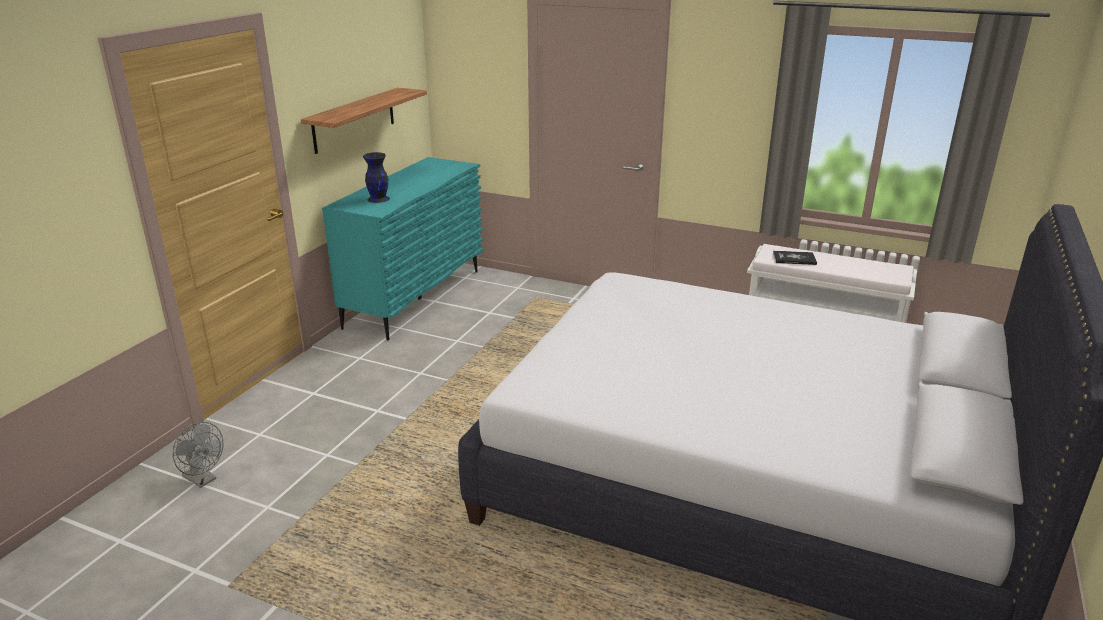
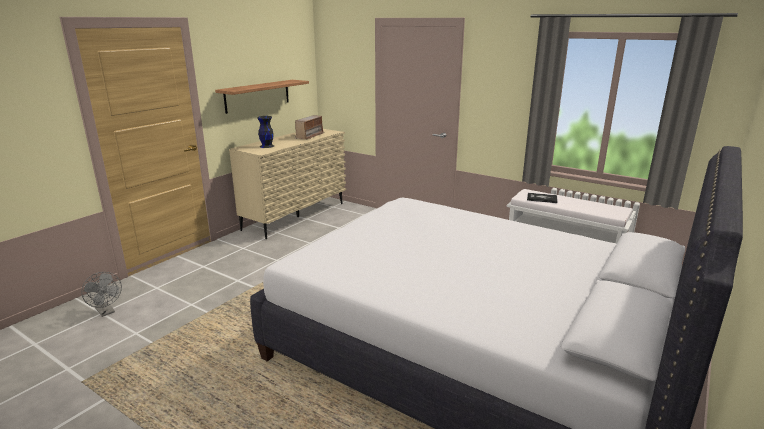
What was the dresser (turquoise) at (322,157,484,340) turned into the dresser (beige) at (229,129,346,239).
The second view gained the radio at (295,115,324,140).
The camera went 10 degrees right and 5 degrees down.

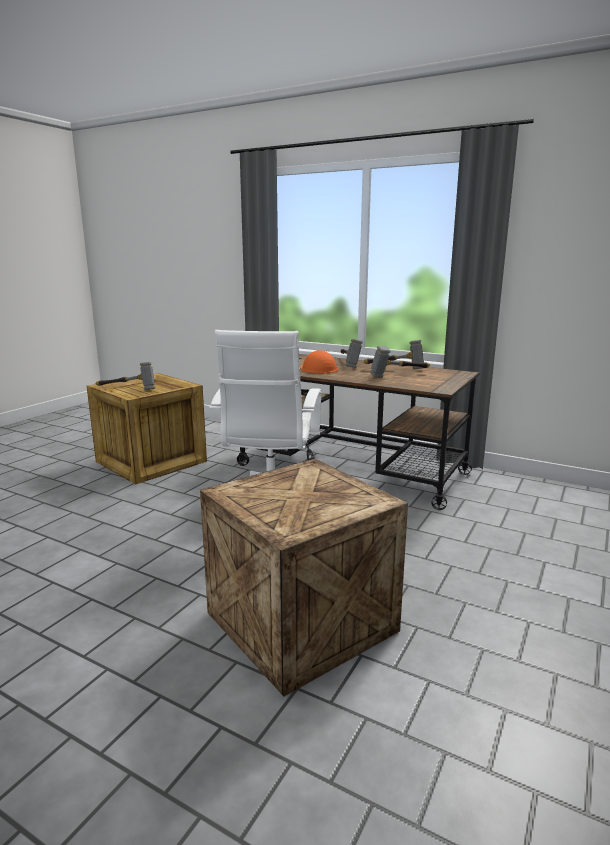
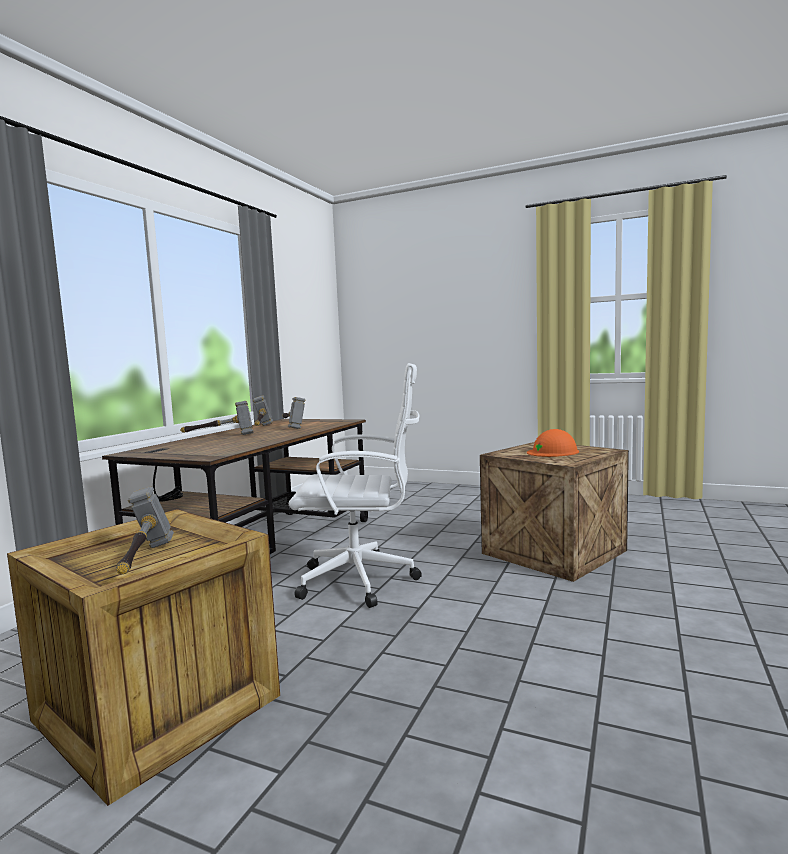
The hard hat (orange) ended up elsewhere, having gone from (300,350,338,374) to (527,429,579,457).
The camera went 95 degrees left and 10 degrees down.

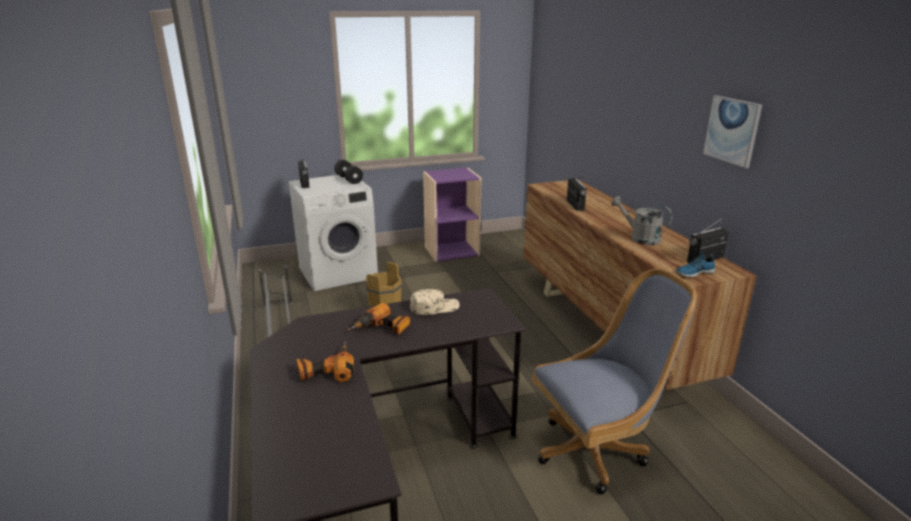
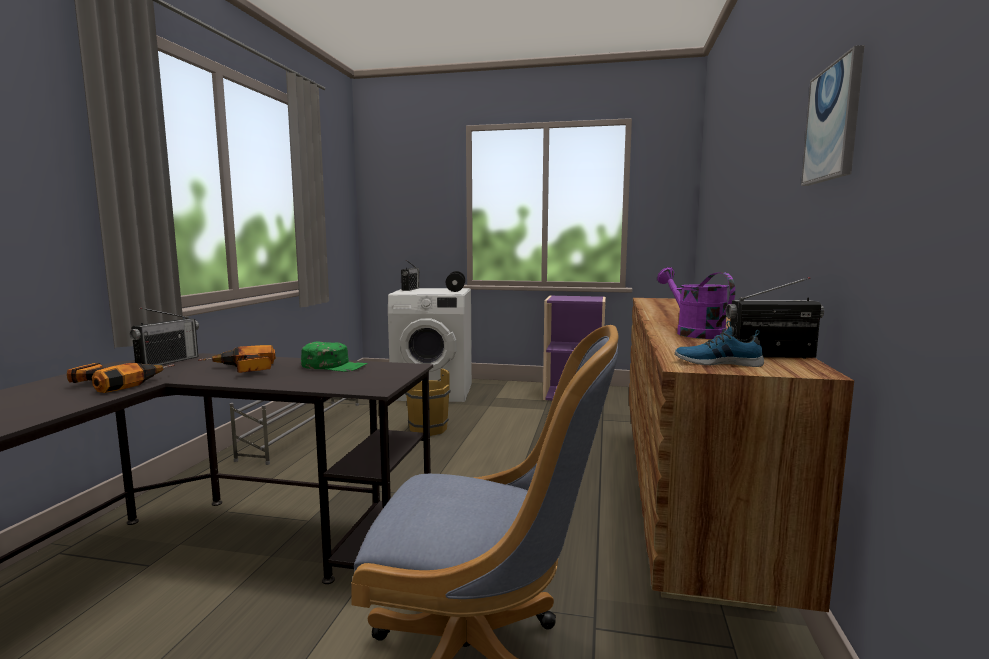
What was the cap (beige) at (410,289,460,315) turned into the cap (green) at (301,342,368,372).
The radio ended up elsewhere, having gone from (567,177,587,211) to (129,308,199,365).
What was the watering can (grey) at (611,196,672,245) turned into the watering can (purple) at (657,267,735,339).
The camera went 30 degrees right and 15 degrees down.

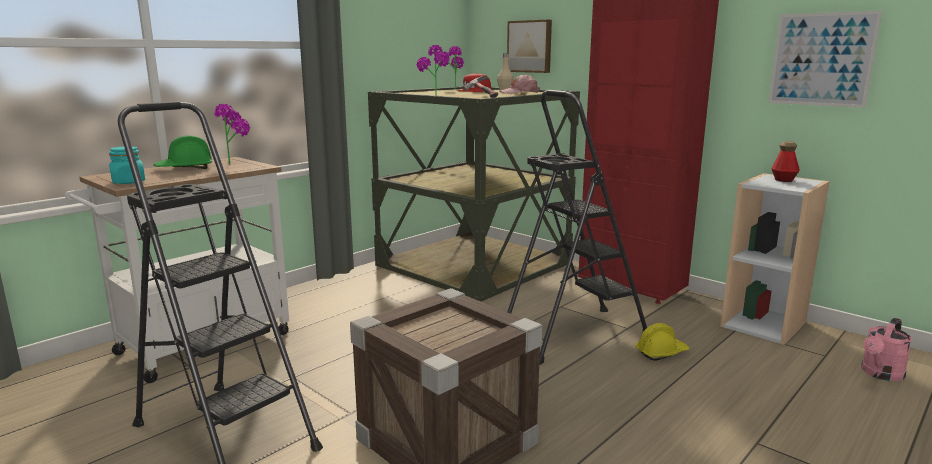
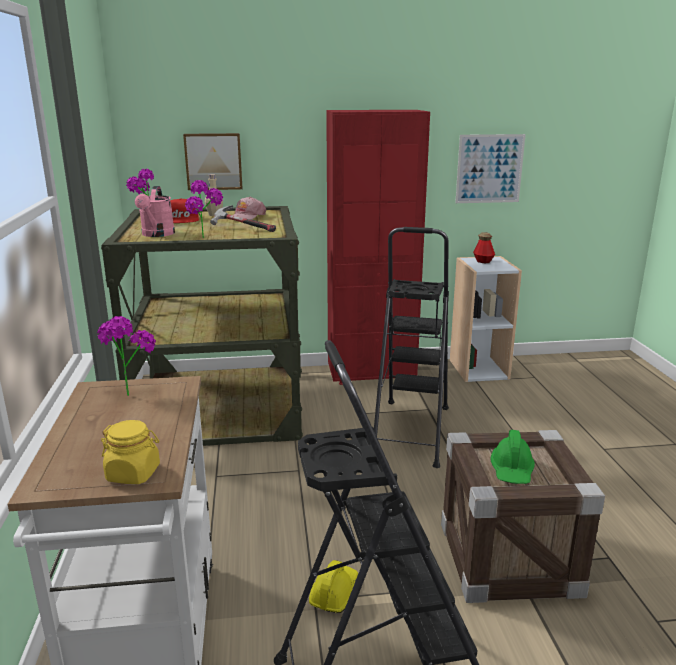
What was the jar (turquoise) at (109,146,145,184) turned into the jar (yellow) at (101,420,160,484).
The hard hat (green) ended up elsewhere, having gone from (154,136,212,169) to (490,430,535,484).
The hard hat (yellow) ended up elsewhere, having gone from (635,323,689,361) to (309,560,358,613).
The watering can (pink) ended up elsewhere, having gone from (861,318,912,381) to (135,186,175,237).
The camera went 50 degrees left and 5 degrees up.

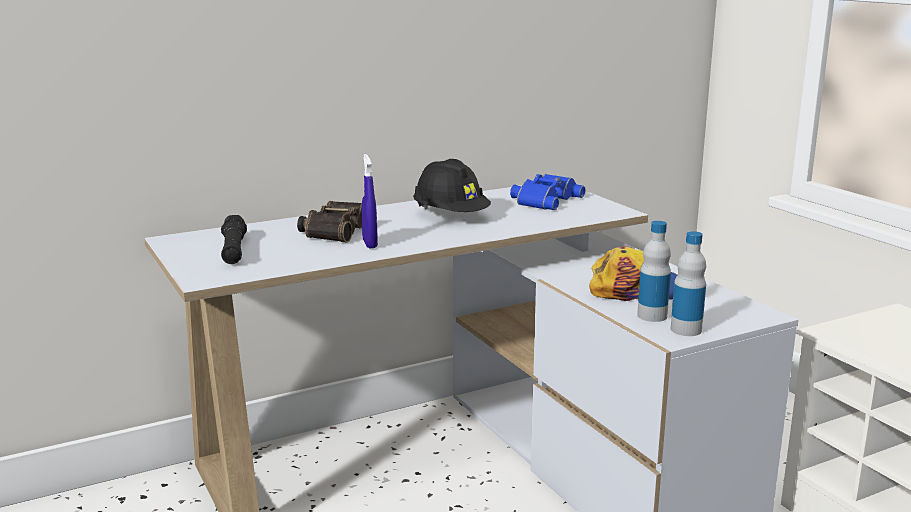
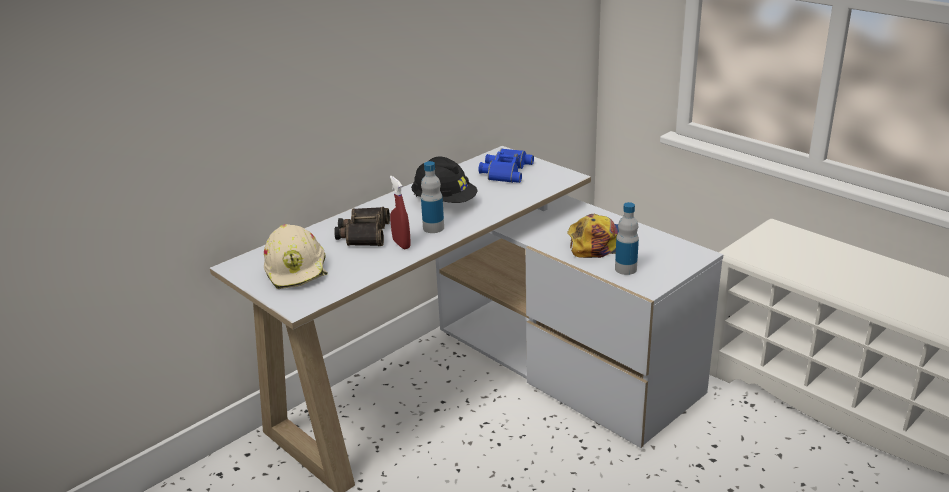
Where the flashlight (black) stood at (221,215,247,264), the hard hat (beige) came to stand at (264,224,328,289).
What was the spray bottle (blue) at (362,154,378,248) turned into the spray bottle (red) at (390,176,411,249).
The bottle ended up elsewhere, having gone from (671,231,706,336) to (421,161,444,233).
The camera went 15 degrees left and 10 degrees up.

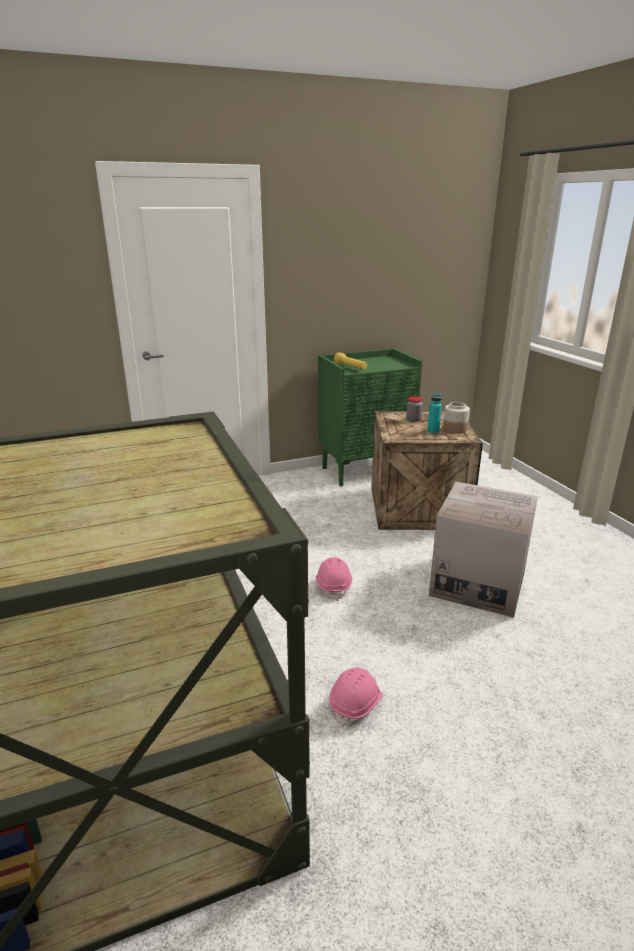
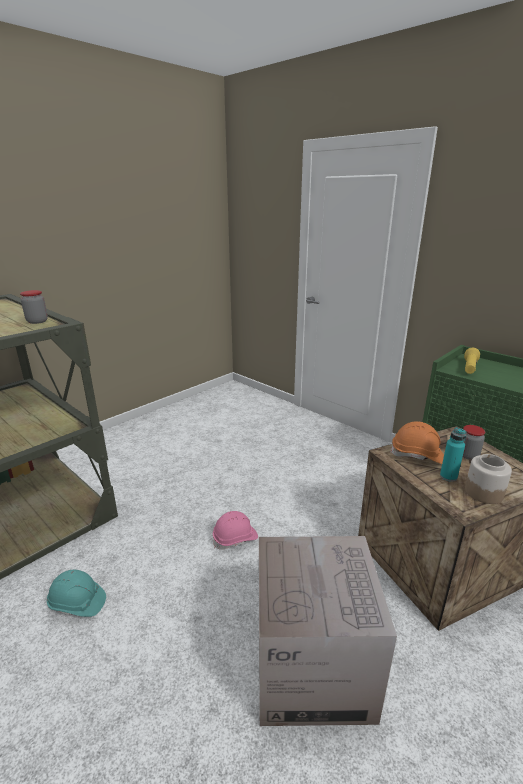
What was the hard hat (pink) at (329,668,382,727) turned into the hard hat (turquoise) at (47,570,106,617).
The second view gained the jar at (20,290,48,324).
The second view gained the hard hat (orange) at (390,421,444,464).
The camera went 65 degrees right and 0 degrees up.

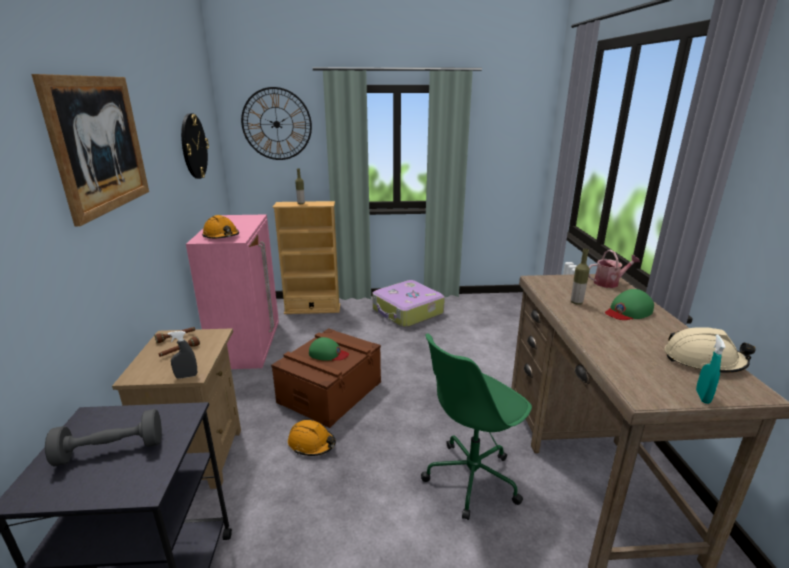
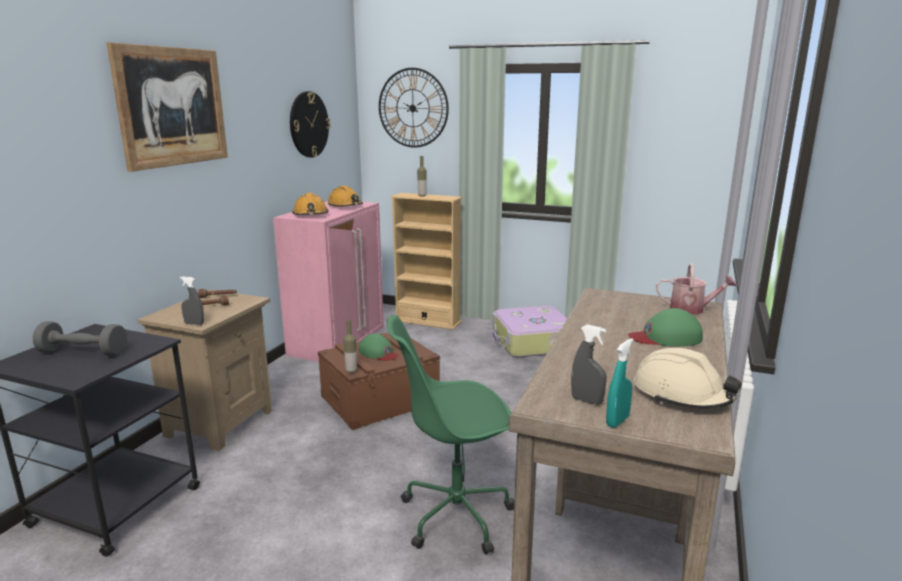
The hard hat (orange) ended up elsewhere, having gone from (288,420,336,456) to (328,186,363,207).
The bottle ended up elsewhere, having gone from (571,249,590,305) to (343,320,357,373).
The second view gained the spray bottle (grey) at (571,324,606,405).
The camera went 25 degrees right and 5 degrees down.

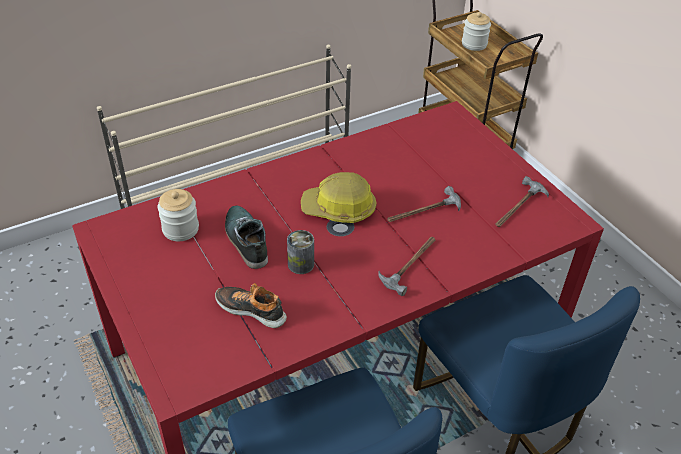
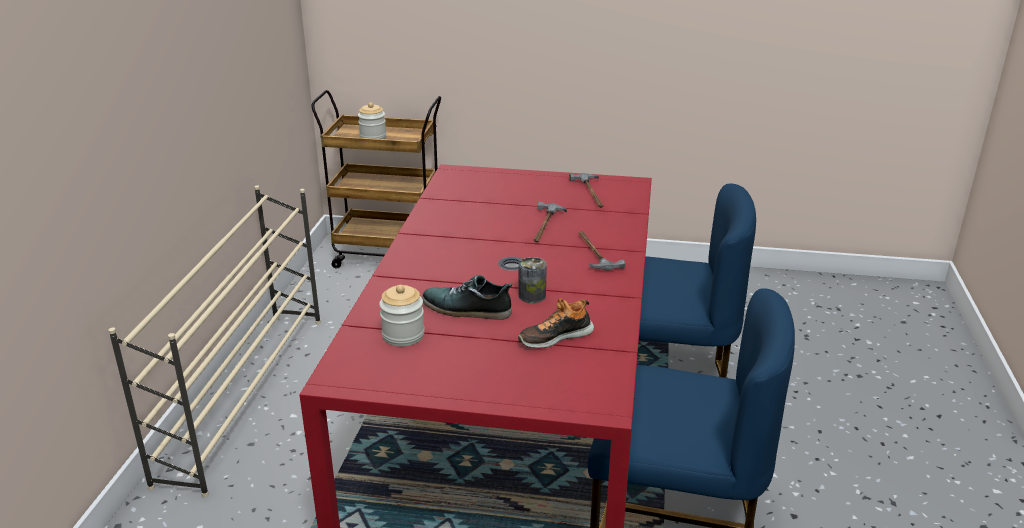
The second view lost the hard hat at (301,172,377,223).
The camera went 50 degrees left and 15 degrees down.

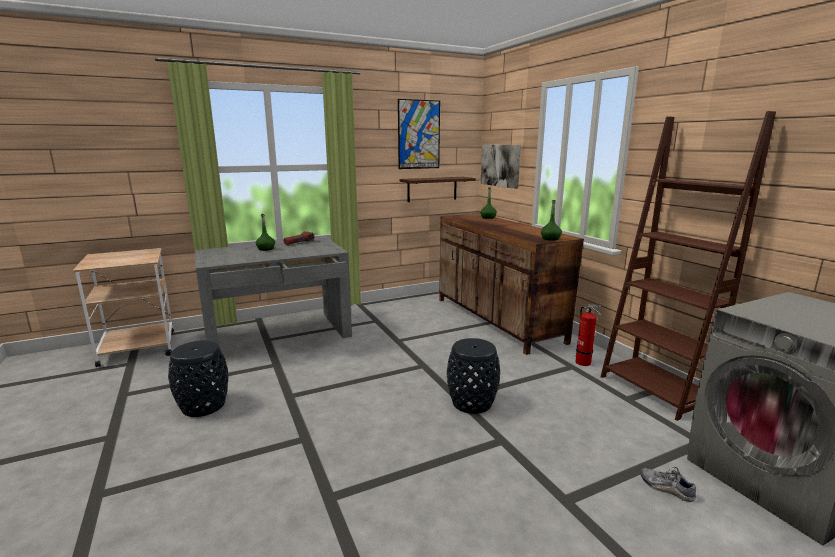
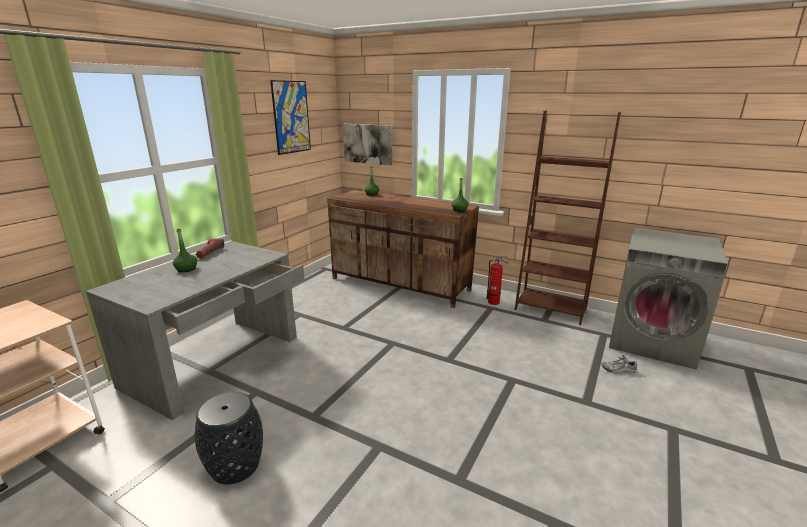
The second view lost the shelf at (399,177,476,202).
The second view lost the stool (black) at (447,338,500,414).
The camera went 35 degrees left and 5 degrees up.

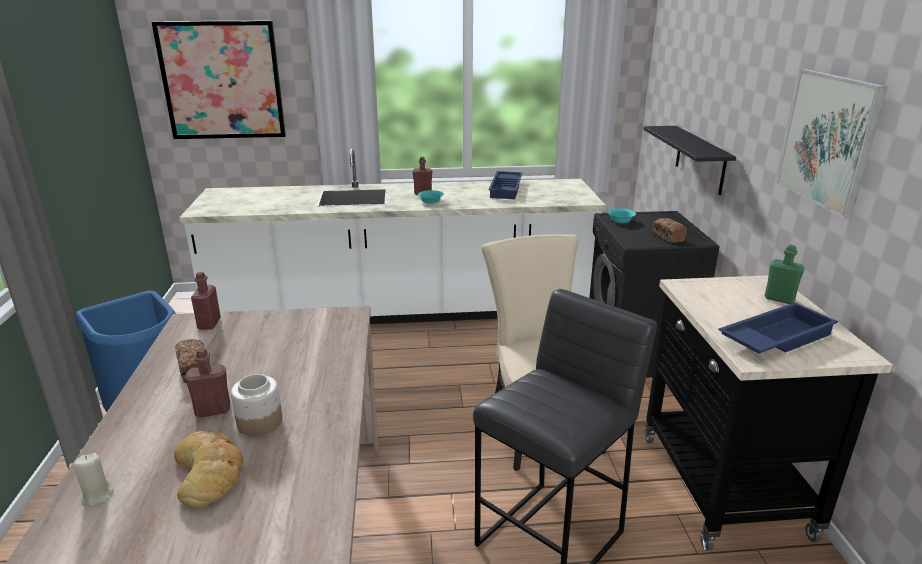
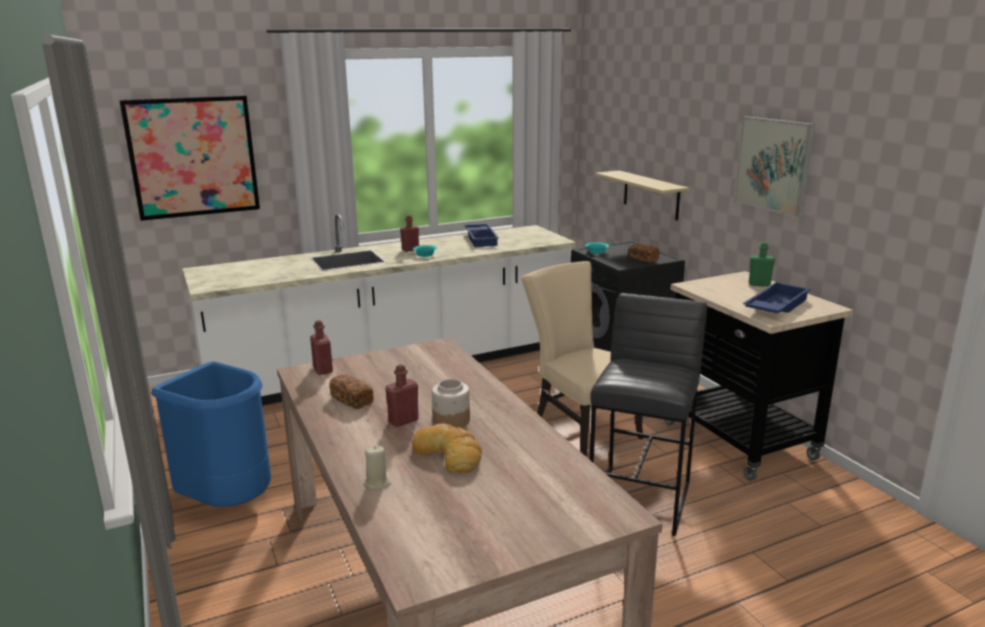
What was the shelf (black) at (643,126,736,195) turned into the shelf (beige) at (595,170,689,221).
The camera went 20 degrees left and 5 degrees down.

